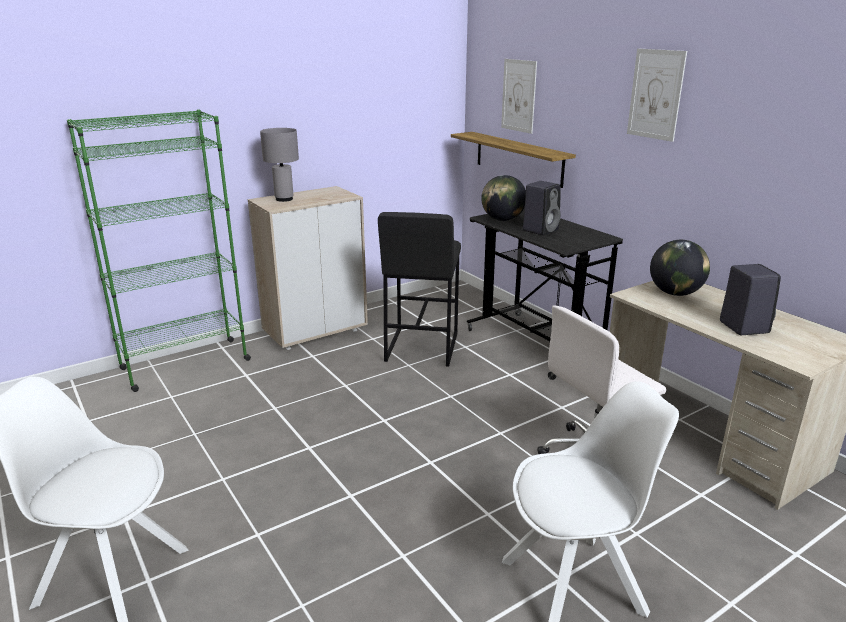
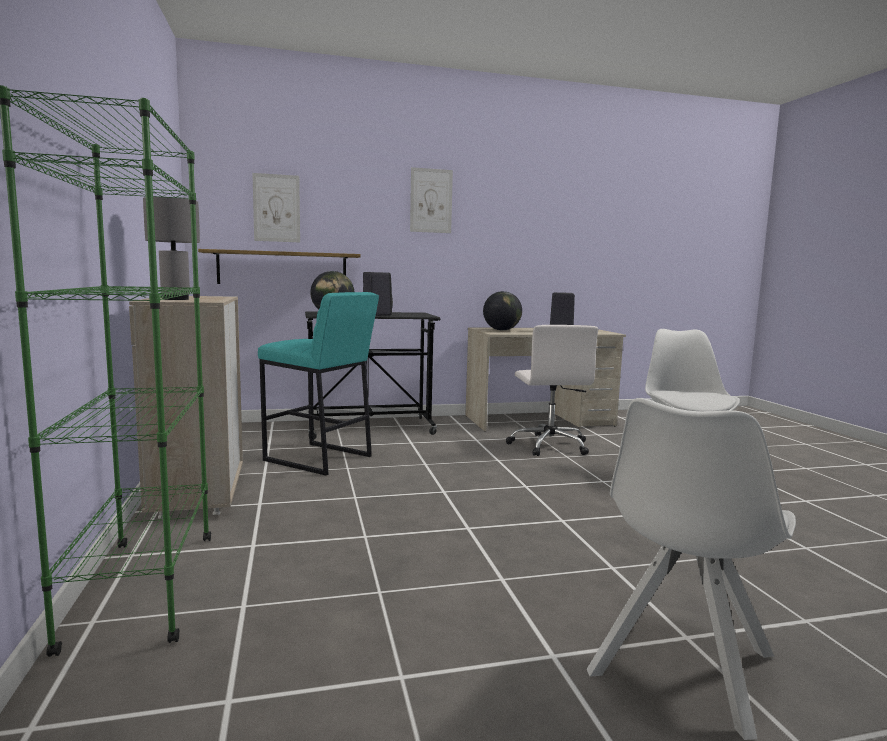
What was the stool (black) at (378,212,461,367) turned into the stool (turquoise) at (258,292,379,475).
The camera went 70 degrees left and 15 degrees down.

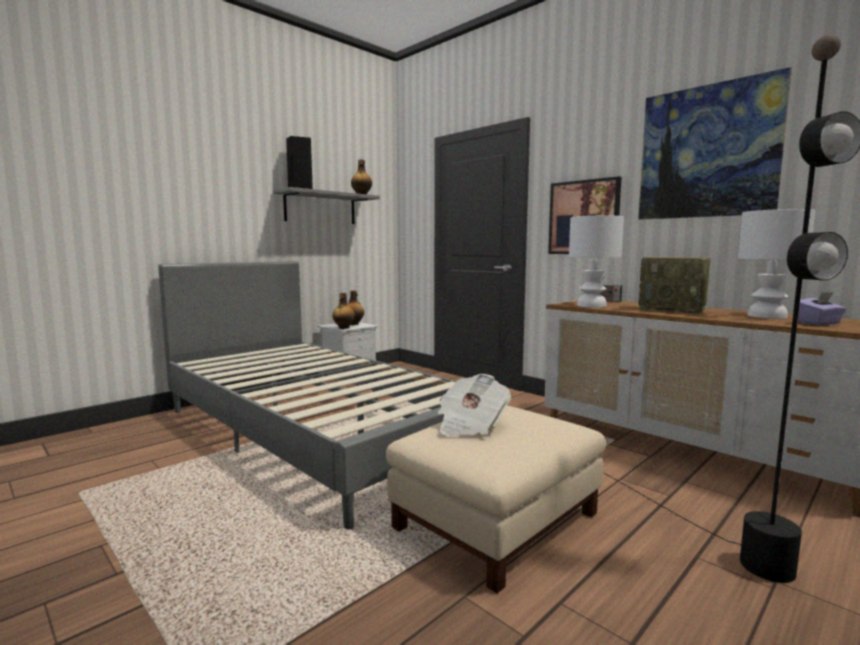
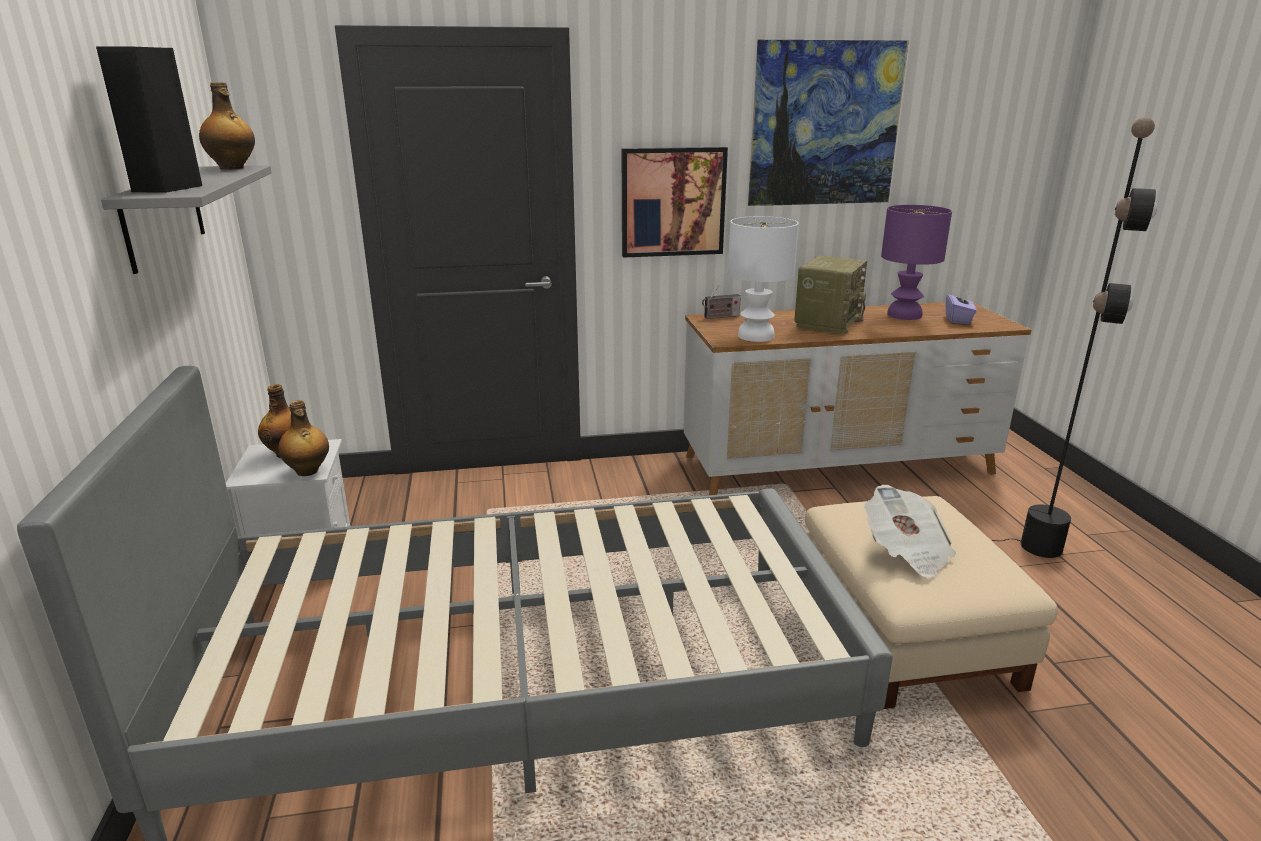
The radio at (638,257,711,314) ended up facing another way, 45 degrees counterclockwise from before.
What was the table lamp (white) at (738,209,815,319) turned into the table lamp (purple) at (881,205,952,320).
The camera went 55 degrees left and 15 degrees up.

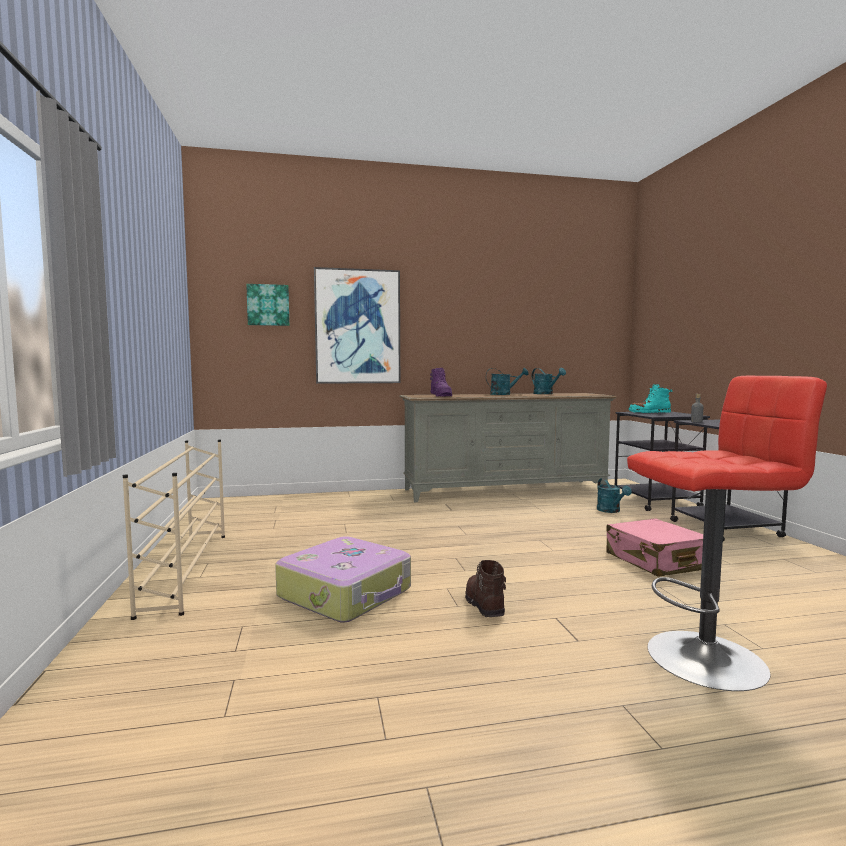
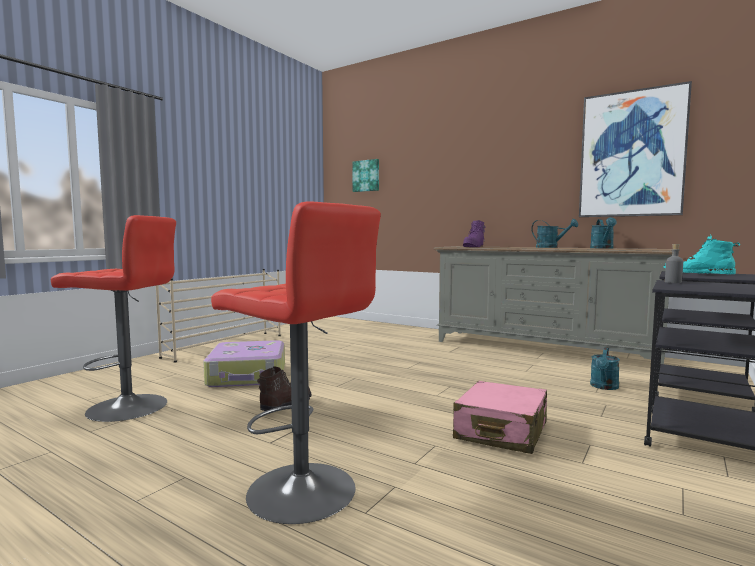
The picture ended up elsewhere, having gone from (314,267,400,384) to (579,81,692,217).
The second view gained the stool (red) at (51,215,176,422).
The camera went 45 degrees right and 0 degrees up.

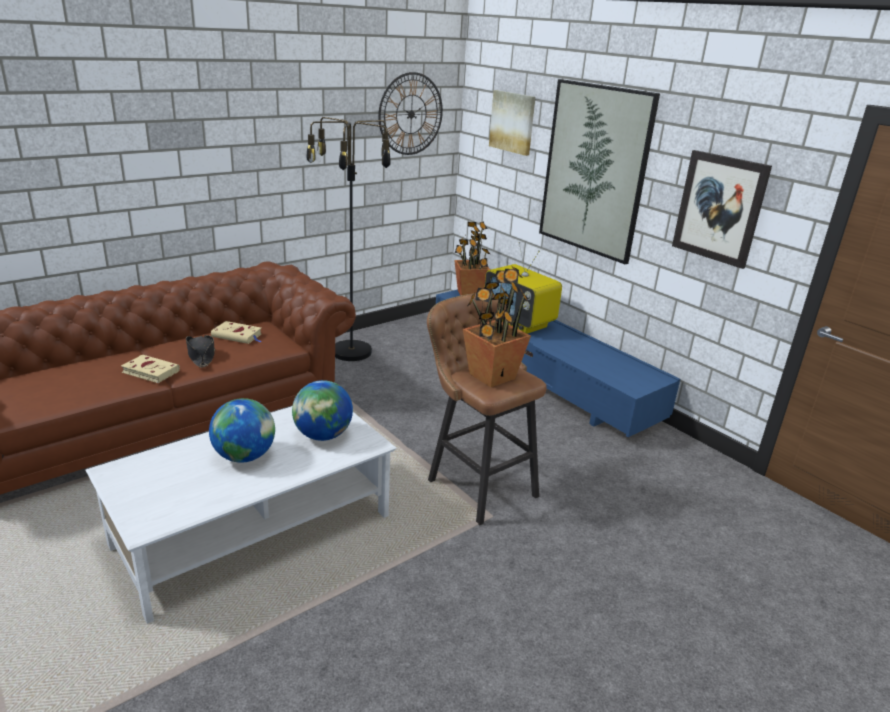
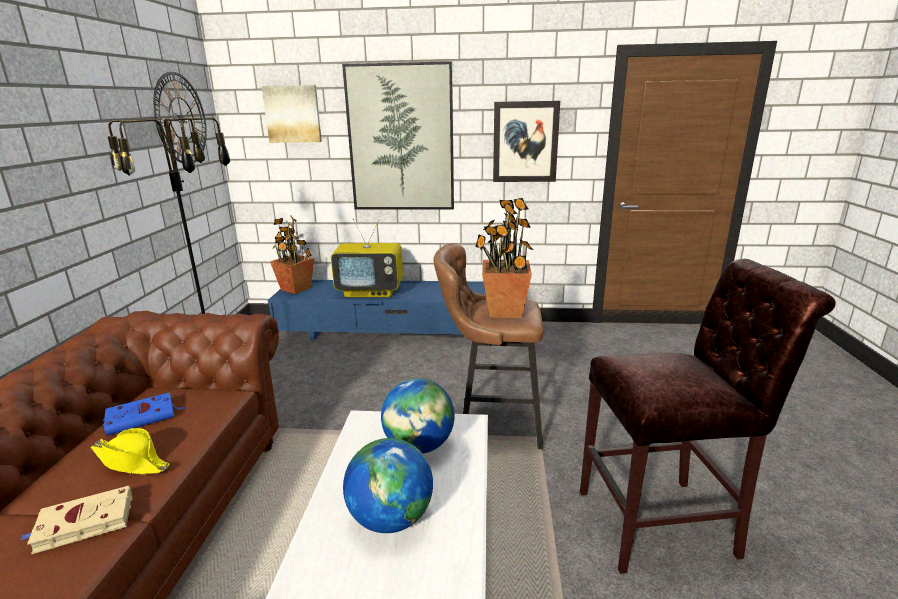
What was the hat (black) at (186,335,215,368) turned into the hat (yellow) at (91,428,170,474).
What was the book (beige) at (211,321,262,344) turned into the book (blue) at (103,392,186,436).
The second view gained the stool (brown) at (580,259,836,574).
The camera went 45 degrees left and 5 degrees down.

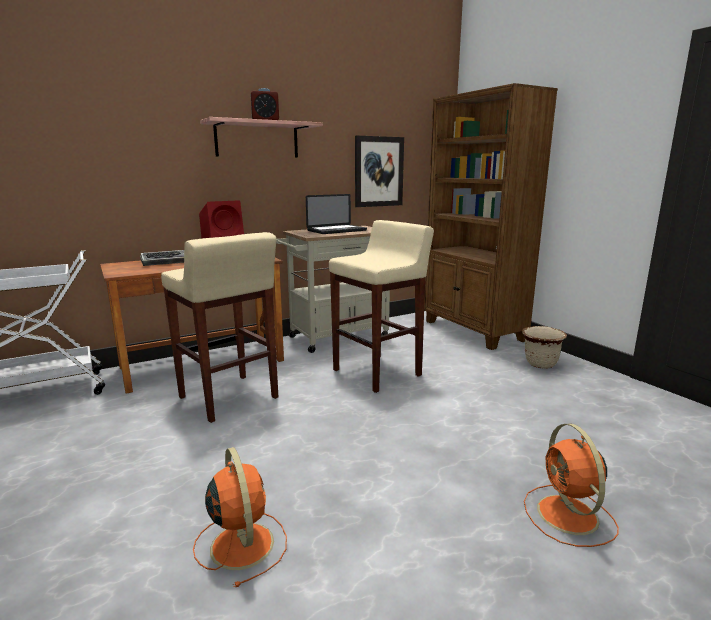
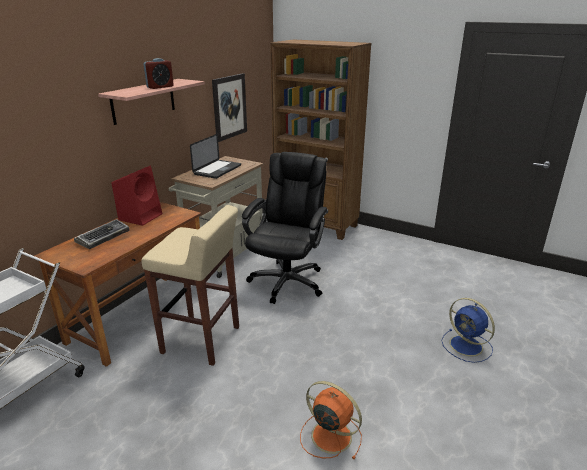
Where the stool (beige) stood at (329,220,434,393), the office chair (black) came to stand at (242,152,328,304).
The second view lost the planter (beige) at (522,326,567,369).
What was the fan (orange) at (524,423,619,547) turned into the fan (blue) at (441,298,495,363).
The camera went 30 degrees left and 10 degrees up.

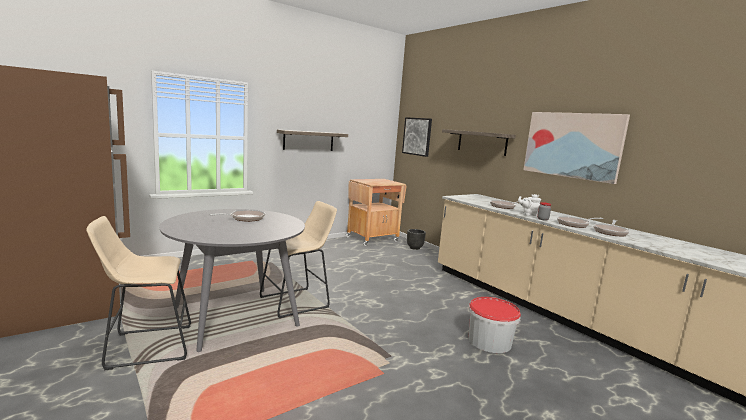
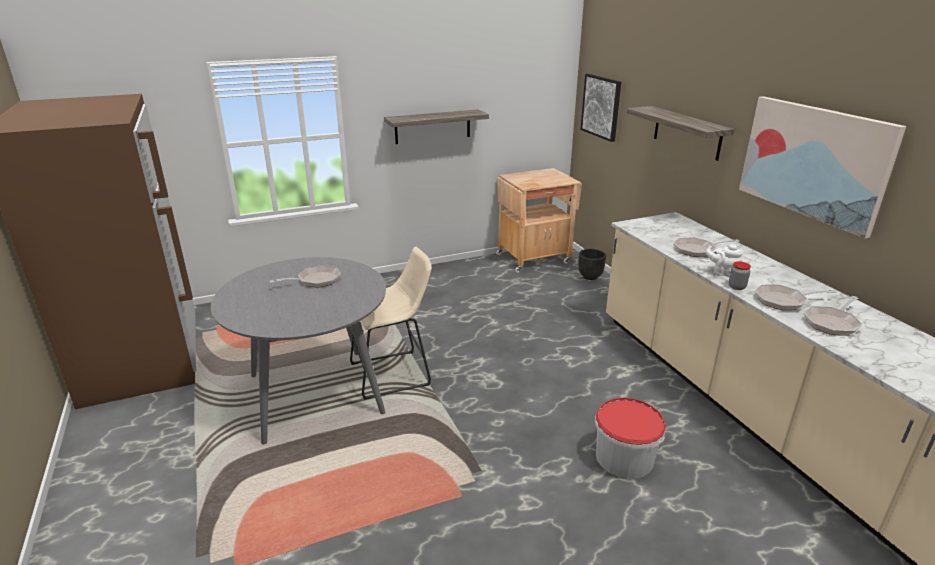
The second view lost the stool (beige) at (86,216,191,371).
The camera went 15 degrees right and 15 degrees up.

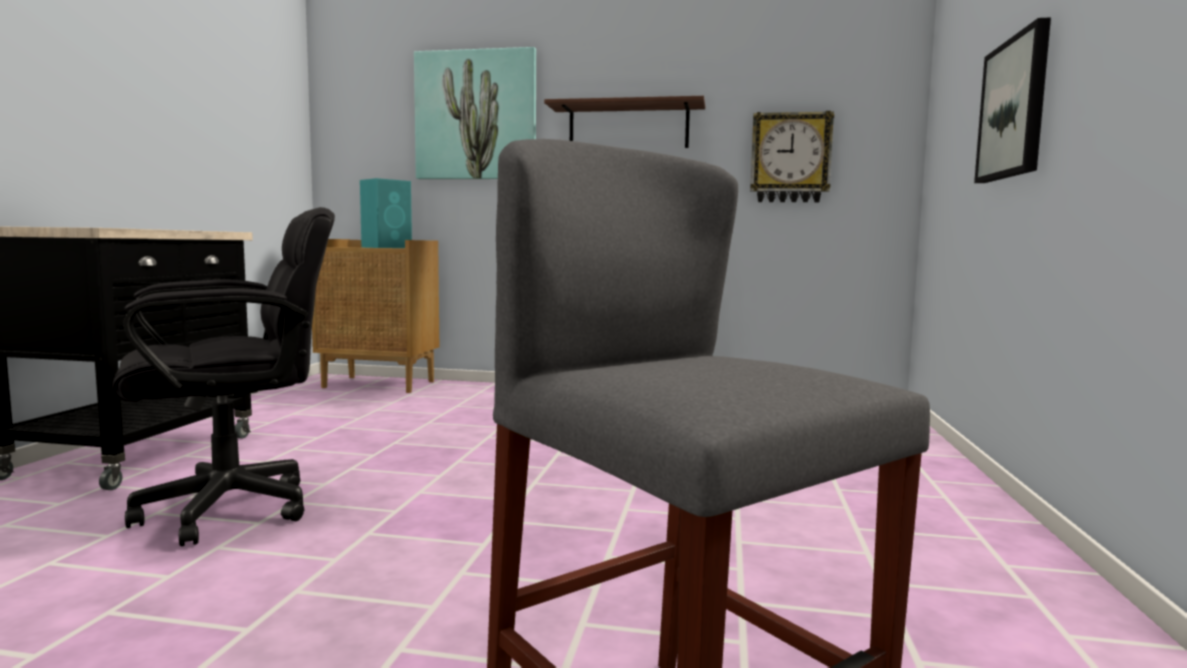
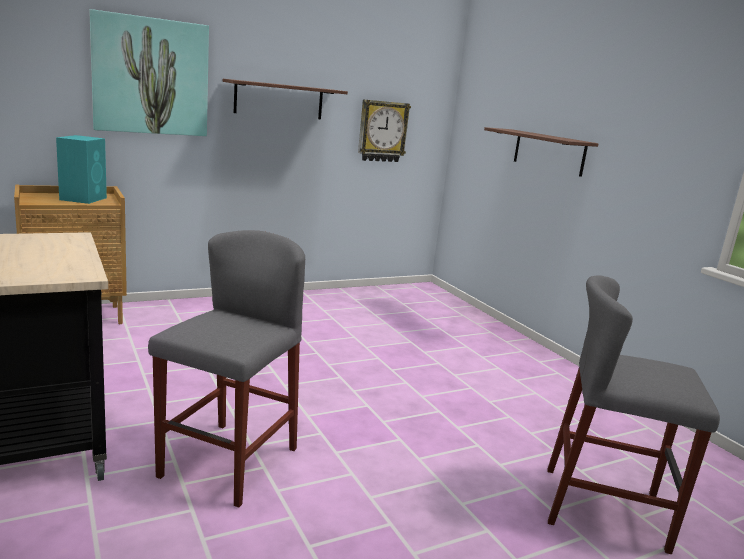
Where the office chair (black) stood at (112,207,335,546), the stool (grey) came to stand at (148,230,305,508).
Where the picture hung at (974,17,1051,183), the shelf came to hang at (484,127,599,177).
The camera went 40 degrees left and 10 degrees up.

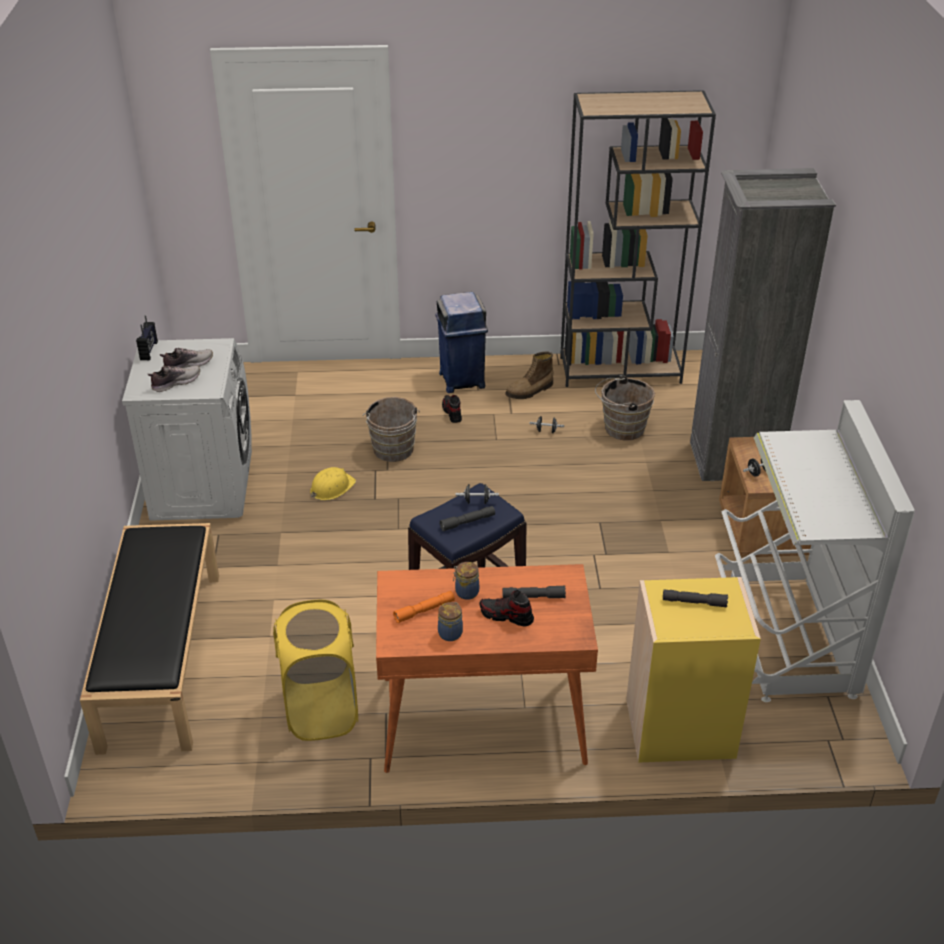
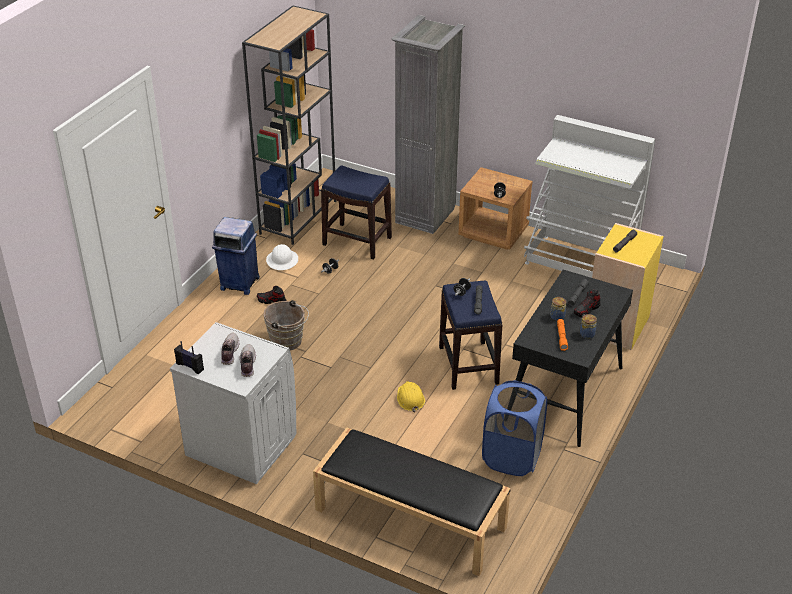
What was the laundry basket (yellow) at (273,600,358,741) turned into the laundry basket (blue) at (482,380,547,476).
The hard hat (yellow) ended up elsewhere, having gone from (310,467,356,500) to (397,381,425,412).
What was the desk (orange) at (376,564,598,773) turned into the desk (black) at (512,270,633,447).
Where the boot stood at (505,351,553,399), the hard hat (white) came to stand at (266,244,298,270).
Where the bucket (brown) stood at (595,375,655,441), the stool came to stand at (321,165,392,260).
The camera went 60 degrees left and 0 degrees up.

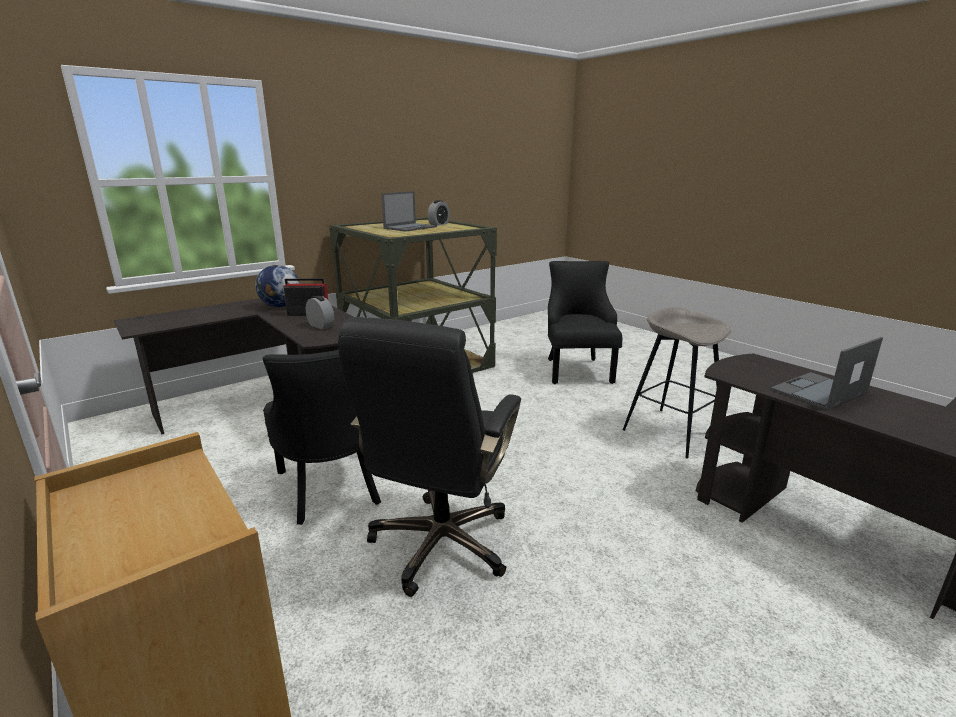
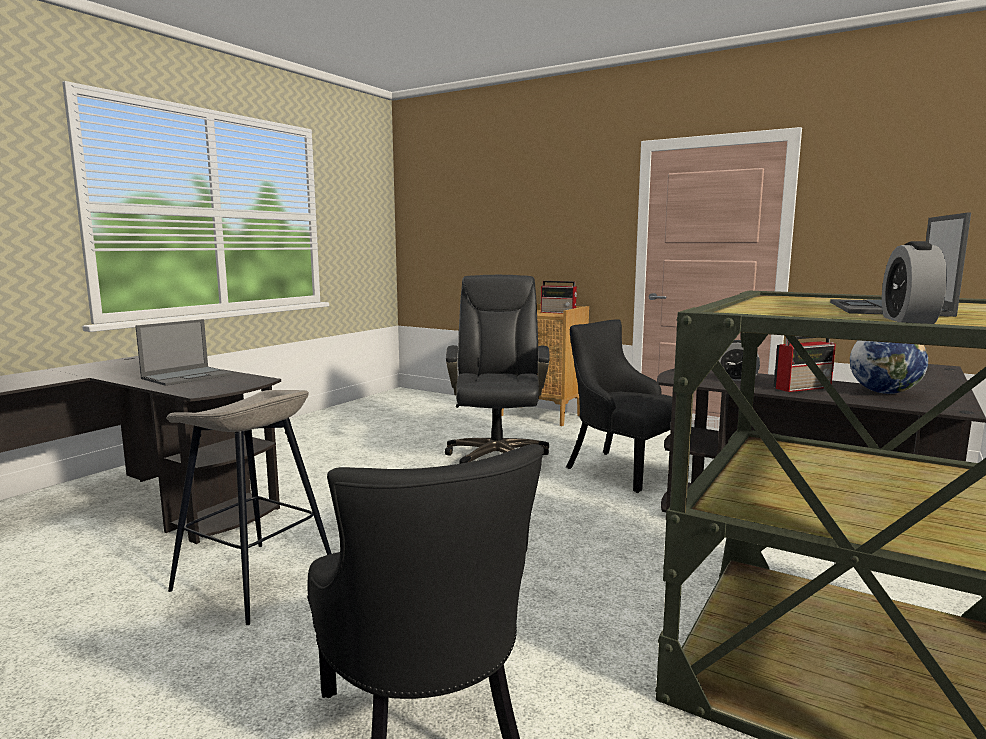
The second view gained the radio at (541,281,578,314).
The camera went 160 degrees right and 10 degrees down.

